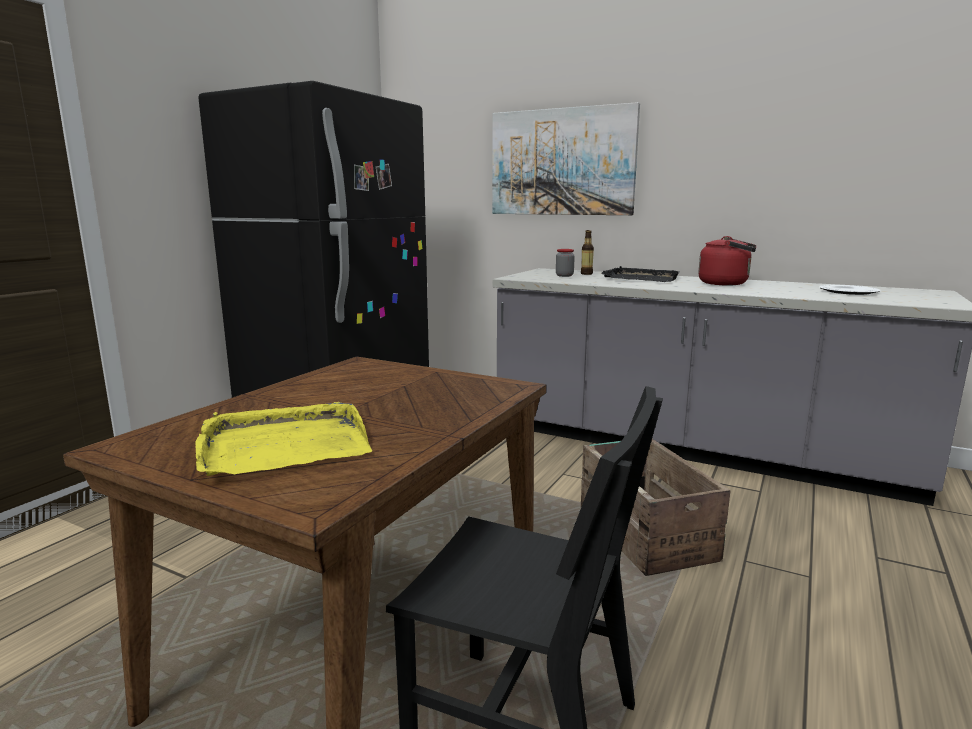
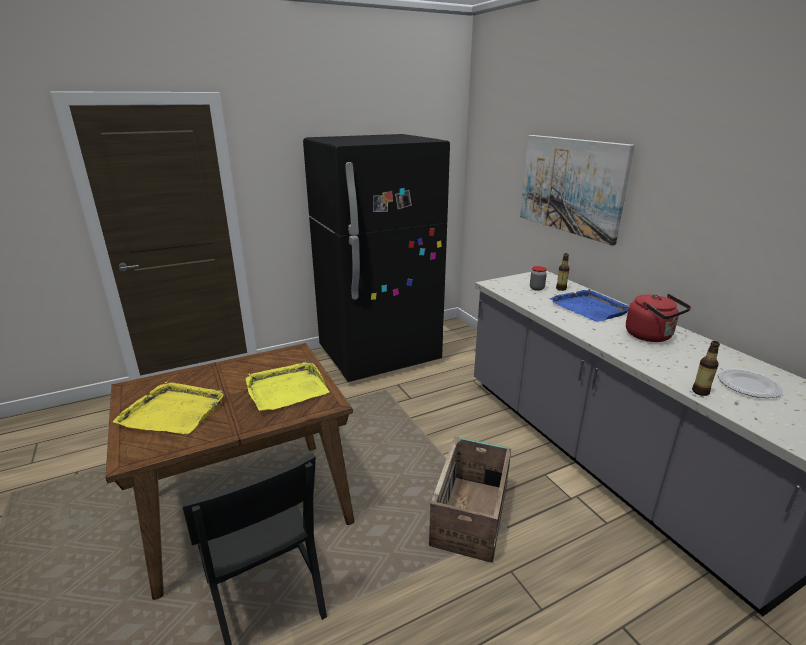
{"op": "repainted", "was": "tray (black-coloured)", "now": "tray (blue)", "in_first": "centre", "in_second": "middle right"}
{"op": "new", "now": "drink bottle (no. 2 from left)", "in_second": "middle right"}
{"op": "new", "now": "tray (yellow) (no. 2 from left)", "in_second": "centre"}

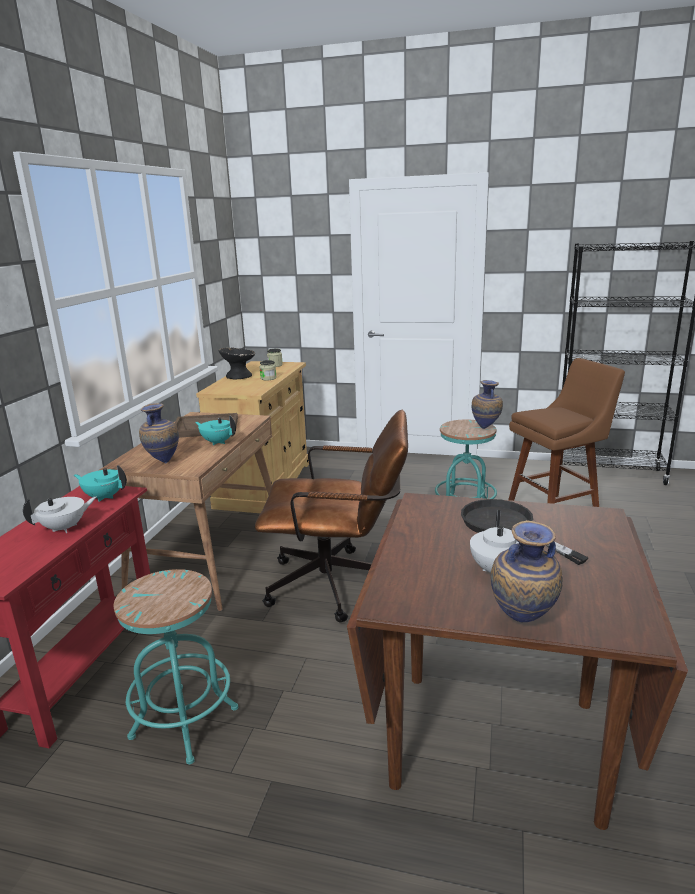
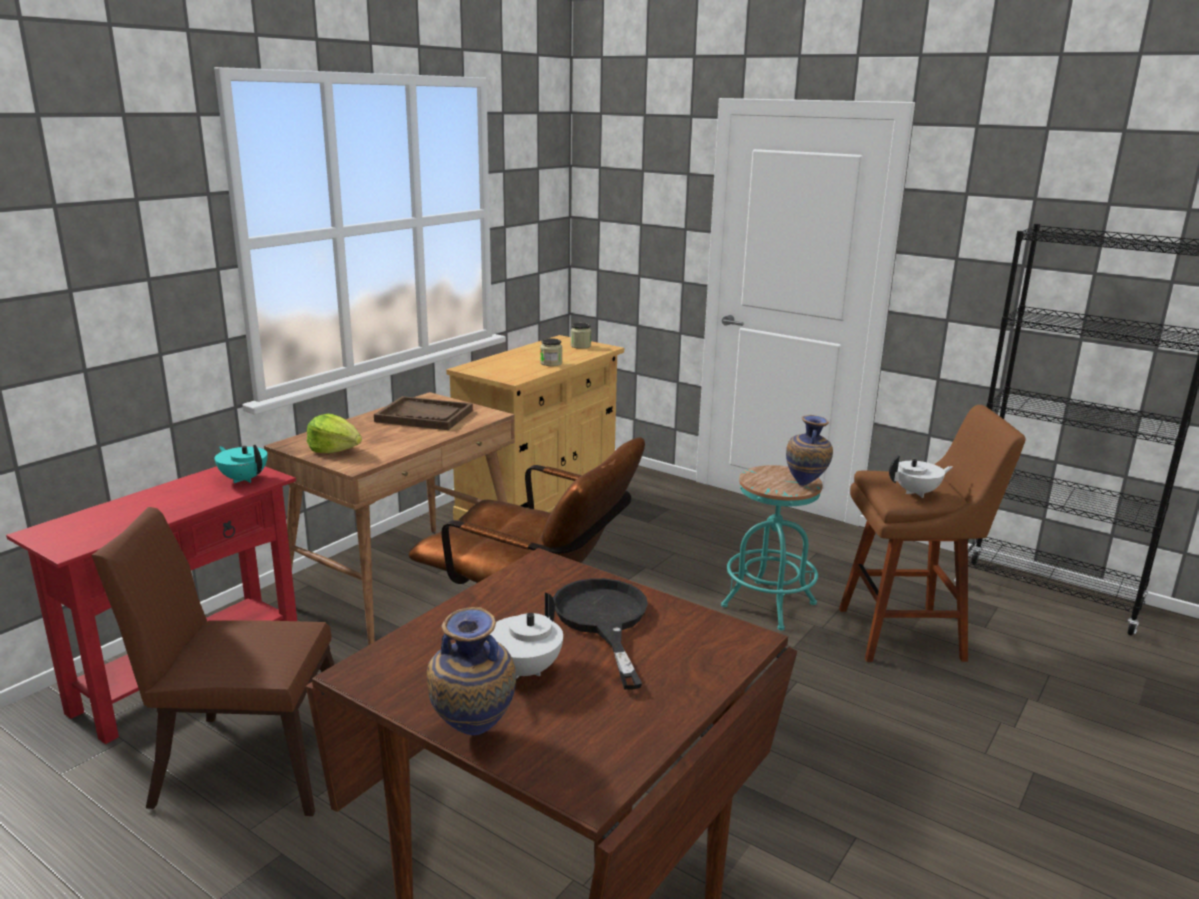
{"op": "gone", "was": "deep dish (black-coloured)", "in_first": "centre"}
{"op": "swapped", "was": "flower vase (no. 1 from left)", "now": "lettuce", "in_first": "middle left", "in_second": "middle left"}
{"op": "gone", "was": "teapot (turquoise) (no. 2 from left)", "in_first": "middle left"}
{"op": "shifted", "was": "teapot (white) (no. 1 from left in the first image)", "now": "teapot (white) (no. 2 from left)", "in_first": "middle left", "in_second": "middle right"}
{"op": "swapped", "was": "sitting stool (turquoise) (no. 1 from left)", "now": "chair (brown)", "in_first": "bottom left", "in_second": "bottom left"}

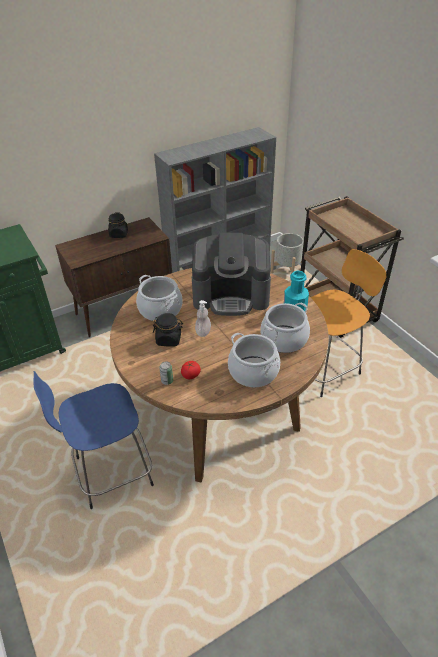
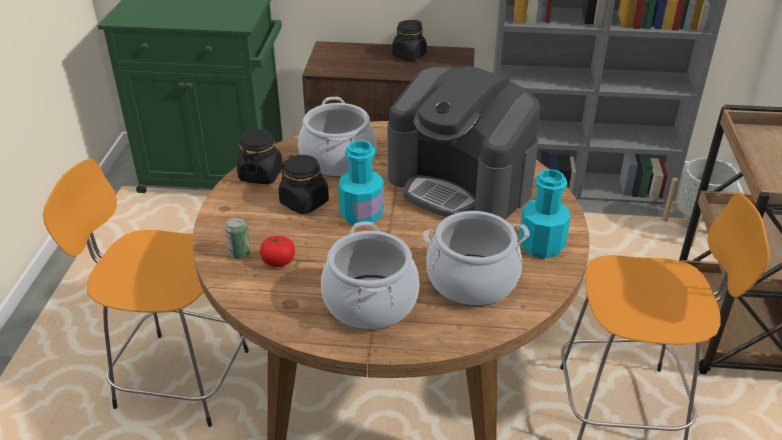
{"op": "swapped", "was": "liquid soap bottle", "now": "drink bottle (turquoise) (no. 1 from left)", "in_first": "centre", "in_second": "centre"}
{"op": "repainted", "was": "sitting stool (blue)", "now": "sitting stool (orange) (no. 1 from left)", "in_first": "bottom left", "in_second": "middle left"}
{"op": "new", "now": "preserve jar (black-coloured) (no. 1 from left)", "in_second": "middle left"}

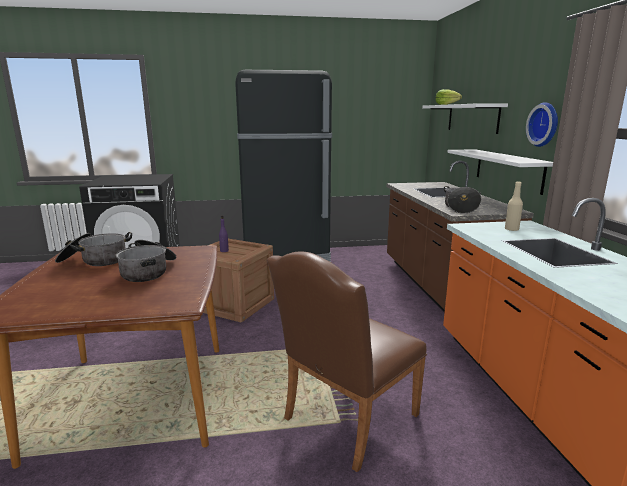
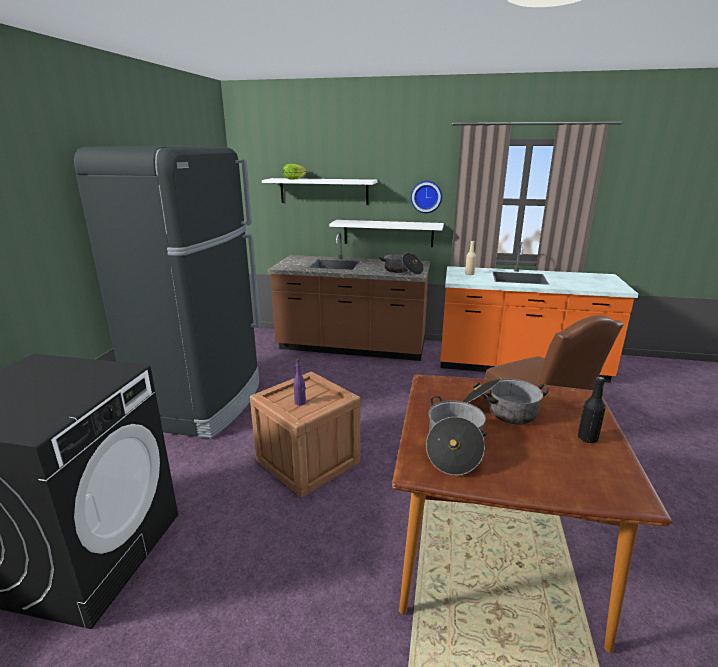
{"op": "new", "now": "drink bottle (black-coloured)", "in_second": "middle right"}

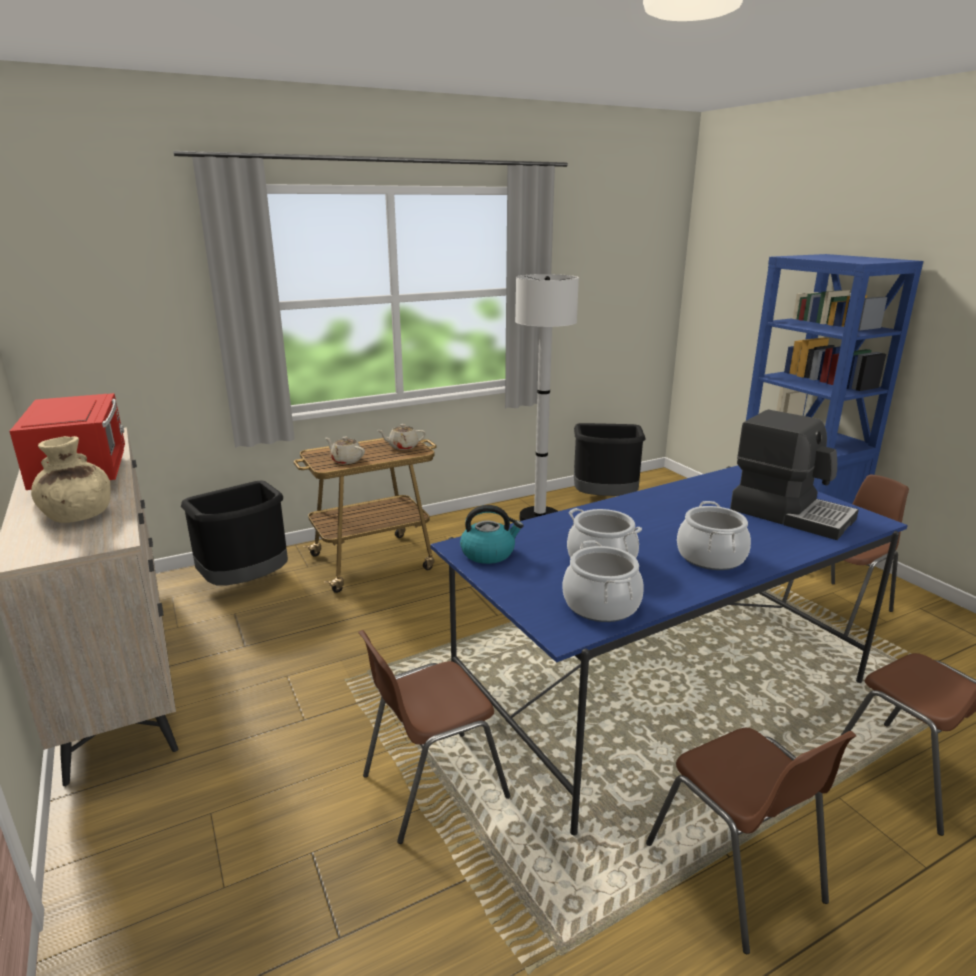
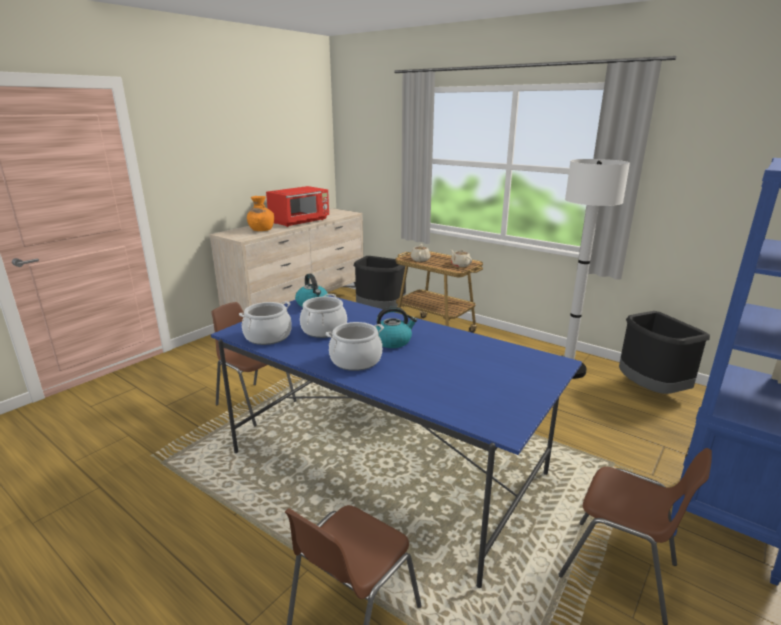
{"op": "gone", "was": "coffee maker", "in_first": "middle right"}
{"op": "repainted", "was": "flower vase (beige)", "now": "flower vase (orange)", "in_first": "middle left", "in_second": "middle left"}
{"op": "gone", "was": "chair (brown) (no. 2 from left)", "in_first": "bottom right"}
{"op": "new", "now": "water kettle (no. 2 from left)", "in_second": "centre"}

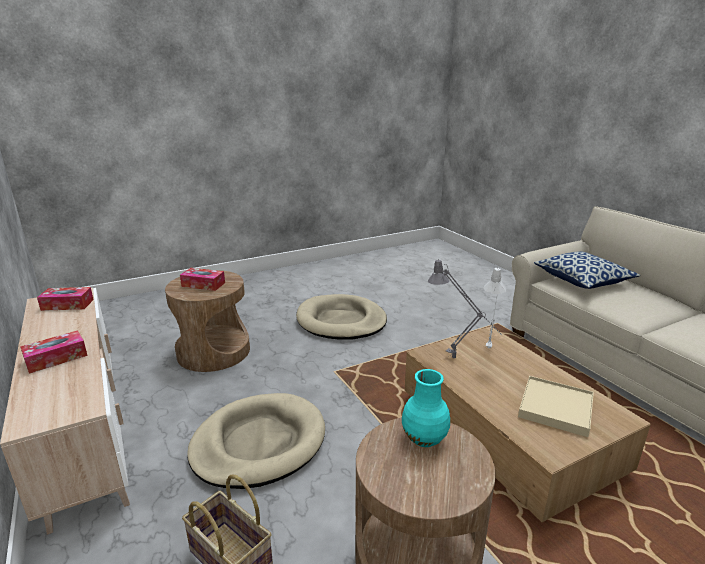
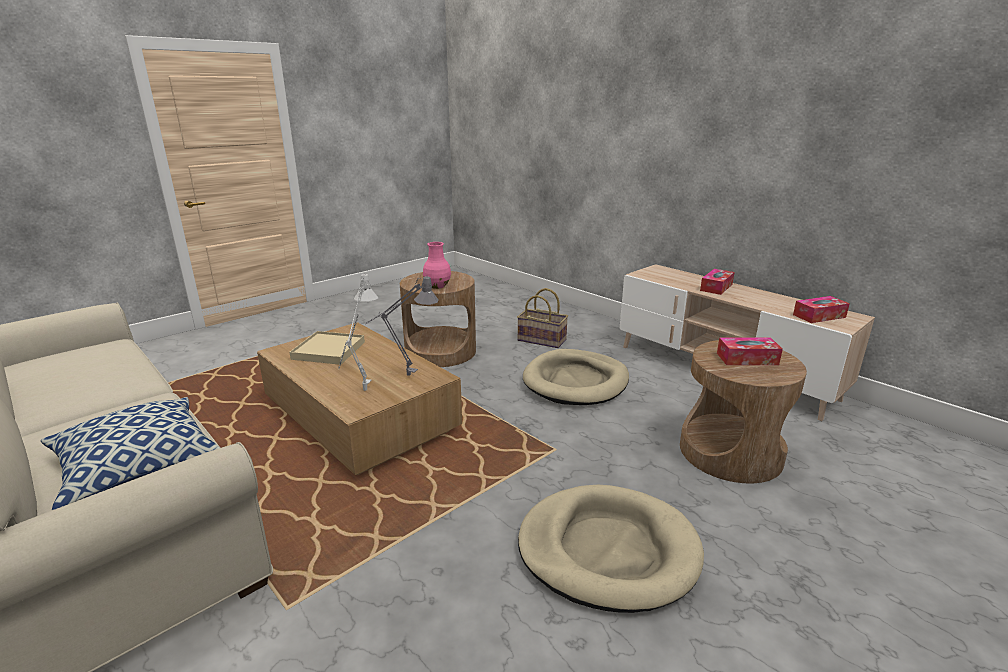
{"op": "repainted", "was": "flower vase (turquoise)", "now": "flower vase (pink)", "in_first": "bottom centre", "in_second": "centre"}

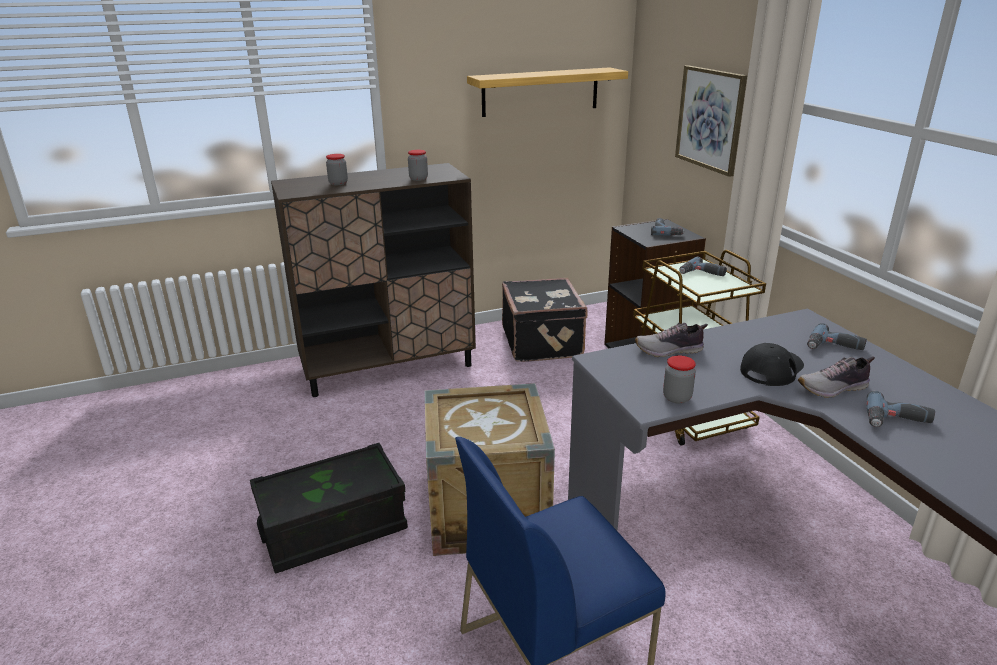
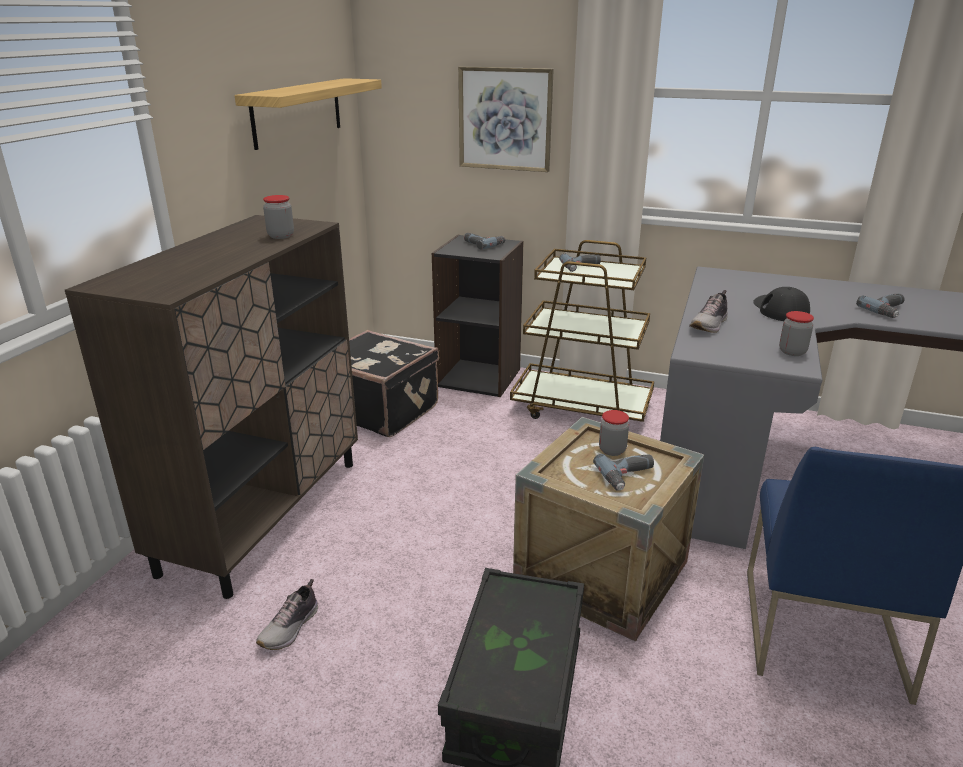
{"op": "shifted", "was": "preserve jar (no. 1 from left in the first image)", "now": "preserve jar (no. 2 from left)", "in_first": "top centre", "in_second": "centre"}
{"op": "shifted", "was": "power drill (no. 3 from left)", "in_first": "middle right", "in_second": "centre"}
{"op": "shifted", "was": "low shoe (no. 2 from left in the first image)", "now": "low shoe (no. 1 from left)", "in_first": "middle right", "in_second": "bottom left"}

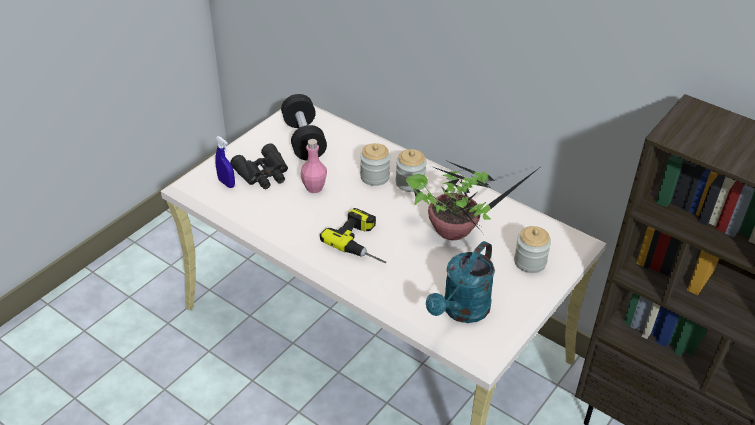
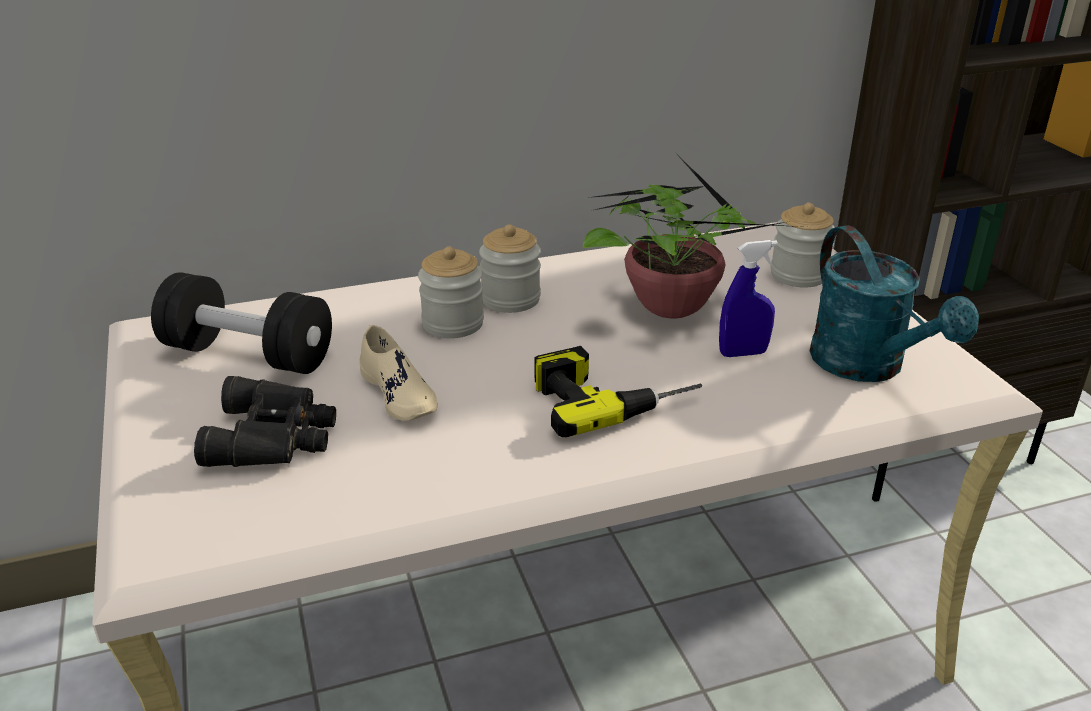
{"op": "shifted", "was": "sprayer (blue)", "in_first": "middle left", "in_second": "middle right"}
{"op": "swapped", "was": "drink bottle (pink)", "now": "low shoe (beige)", "in_first": "centre", "in_second": "centre"}

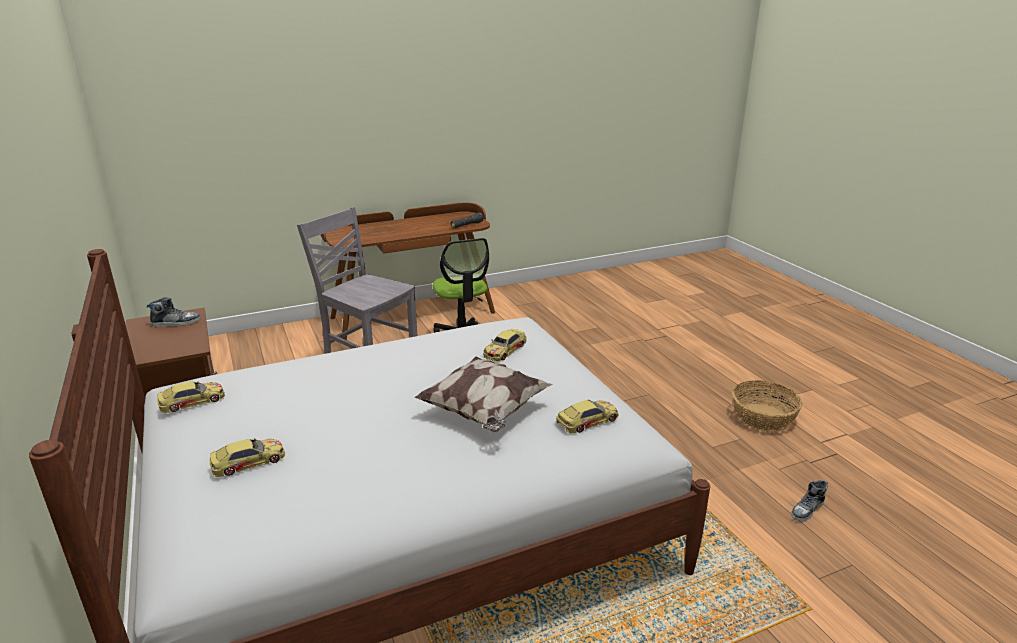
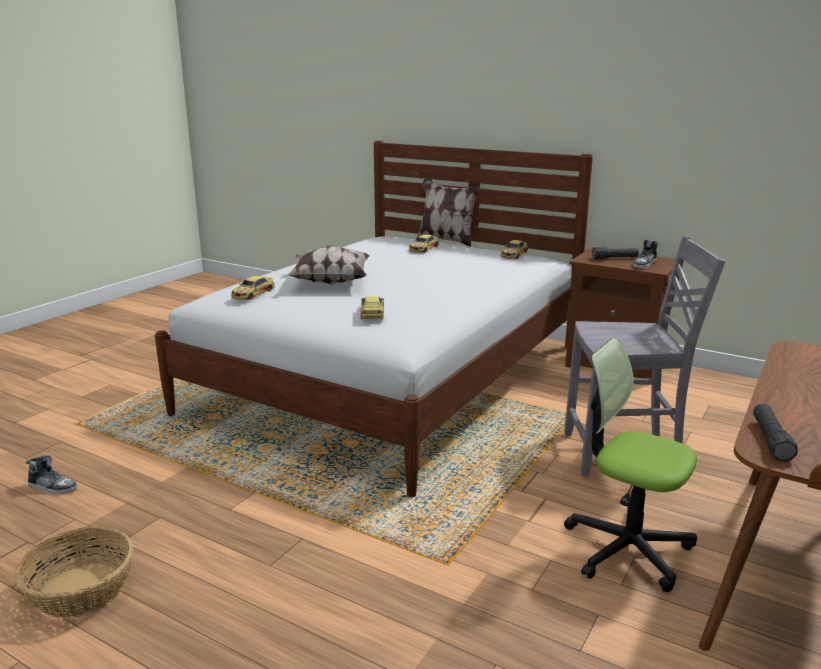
{"op": "rotated", "was": "low shoe (no. 2 from left in the first image)", "in_first": "bottom right", "in_second": "bottom left", "clockwise": 90}
{"op": "new", "now": "pillow (no. 2 from left)", "in_second": "top centre"}
{"op": "new", "now": "torch (black-coloured) (no. 1 from left)", "in_second": "middle right"}

